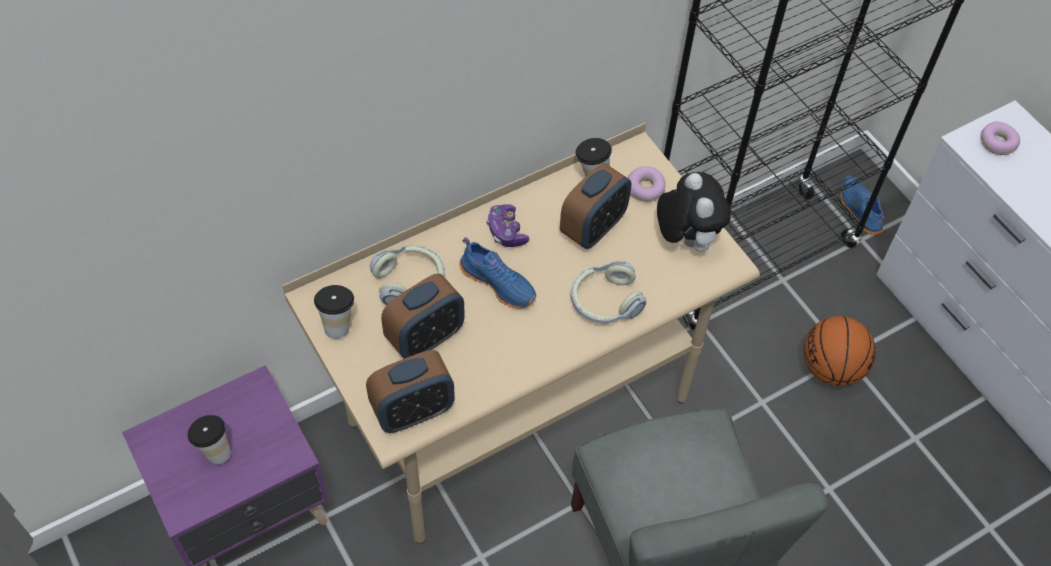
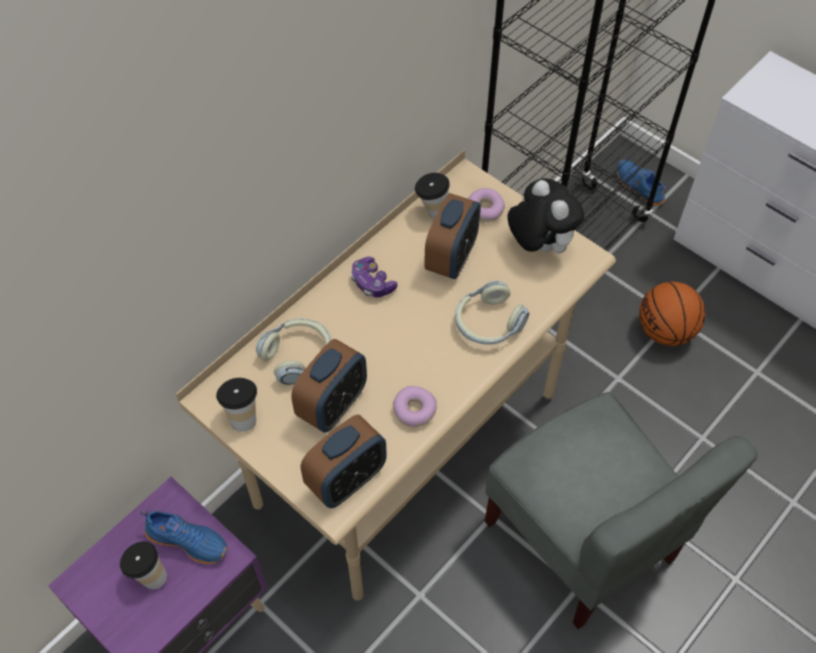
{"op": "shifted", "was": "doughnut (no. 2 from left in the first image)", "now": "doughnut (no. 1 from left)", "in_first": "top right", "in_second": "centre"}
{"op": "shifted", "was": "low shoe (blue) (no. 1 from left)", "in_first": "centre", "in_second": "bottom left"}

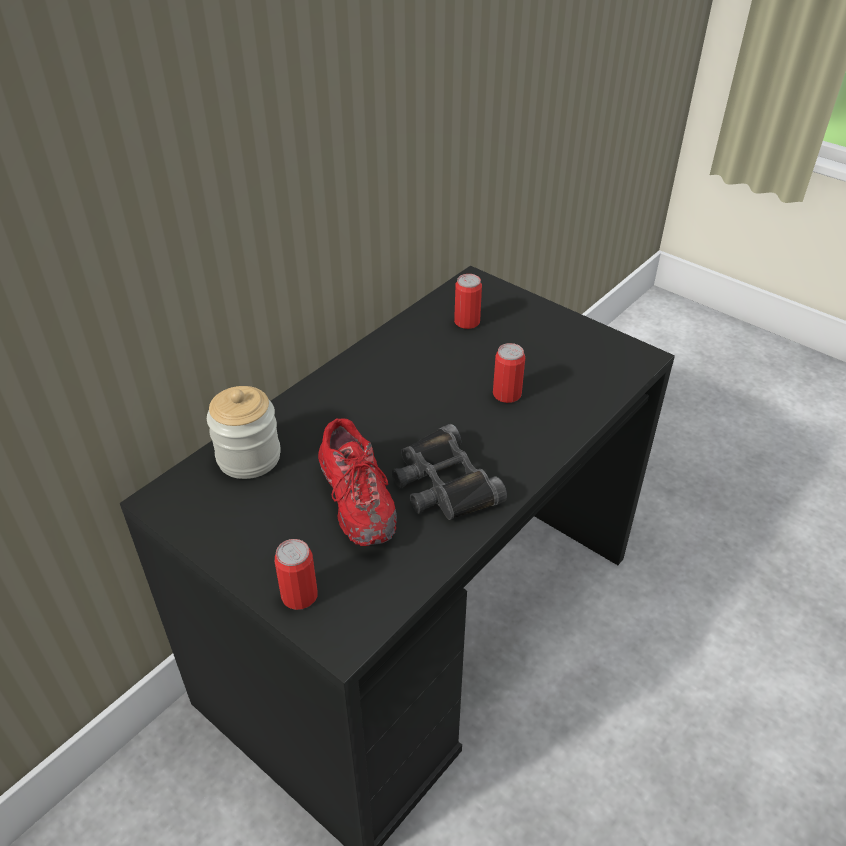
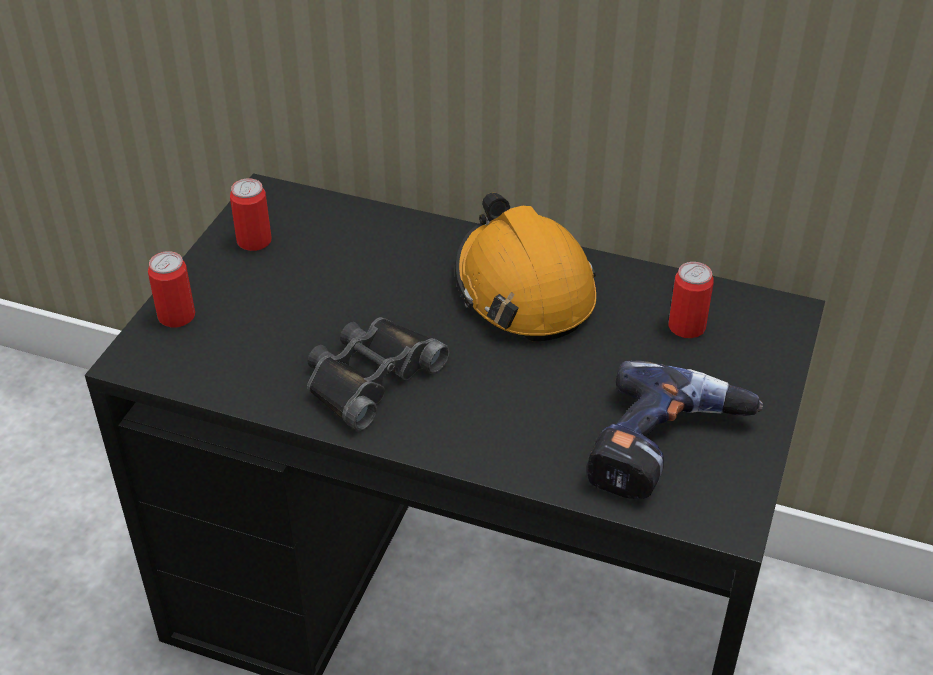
{"op": "shifted", "was": "metal can (no. 3 from left in the first image)", "now": "metal can (no. 2 from left)", "in_first": "centre", "in_second": "top left"}
{"op": "gone", "was": "preserve jar", "in_first": "middle left"}
{"op": "gone", "was": "low shoe (reddish)", "in_first": "centre"}
{"op": "new", "now": "work helmet (orange)", "in_second": "centre"}
{"op": "new", "now": "power drill", "in_second": "middle right"}

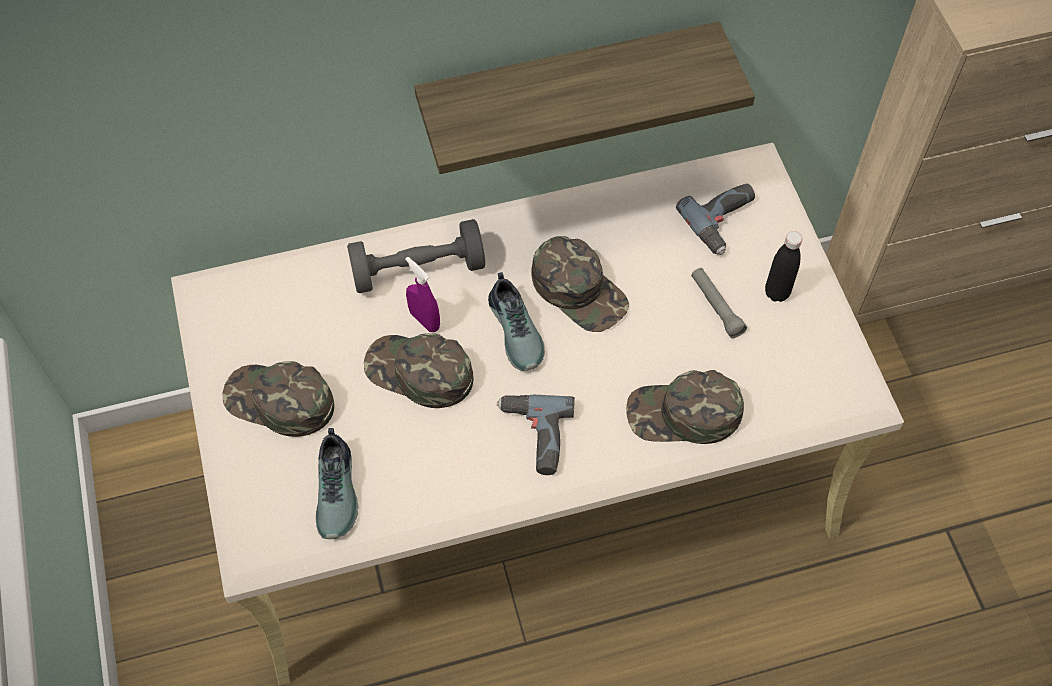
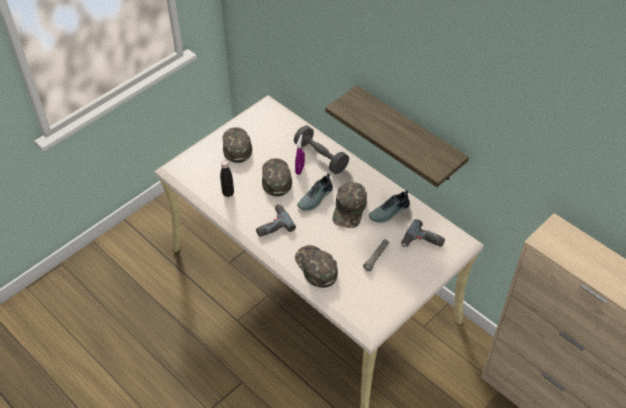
{"op": "shifted", "was": "drink bottle (black-coloured)", "in_first": "middle right", "in_second": "centre"}
{"op": "shifted", "was": "low shoe (no. 1 from left in the first image)", "now": "low shoe (no. 2 from left)", "in_first": "bottom left", "in_second": "centre"}

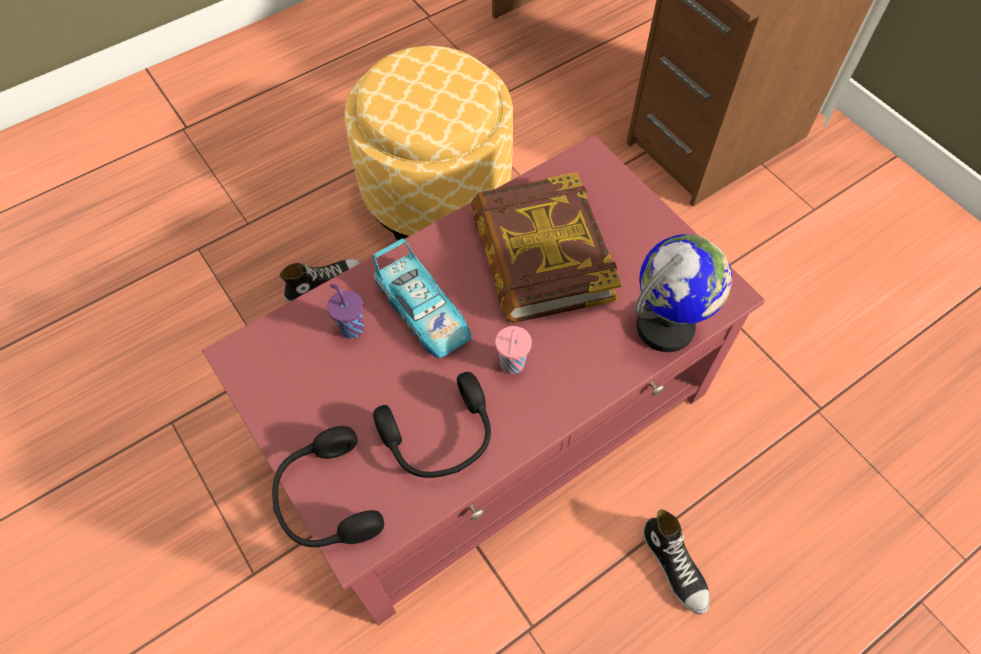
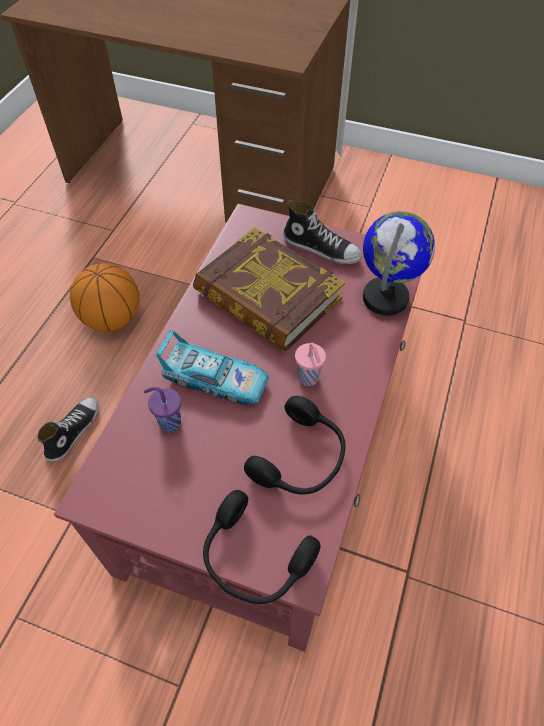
{"op": "swapped", "was": "footrest", "now": "basketball", "in_first": "top centre", "in_second": "middle left"}
{"op": "shifted", "was": "low shoe (no. 2 from left)", "in_first": "bottom right", "in_second": "top centre"}

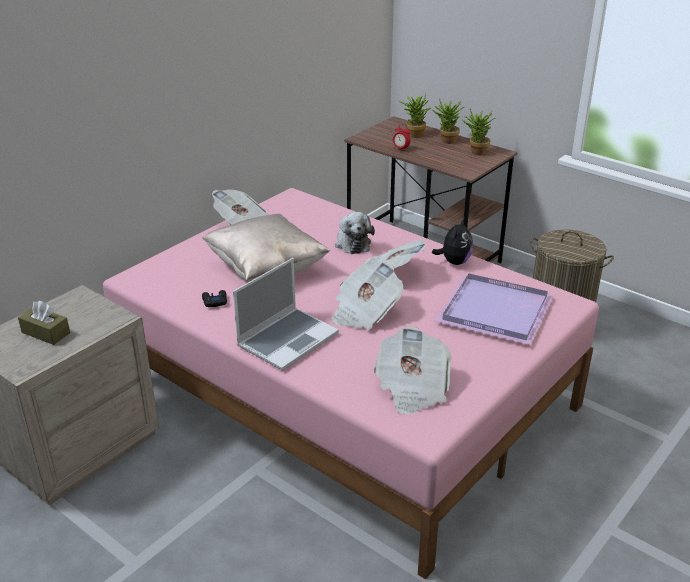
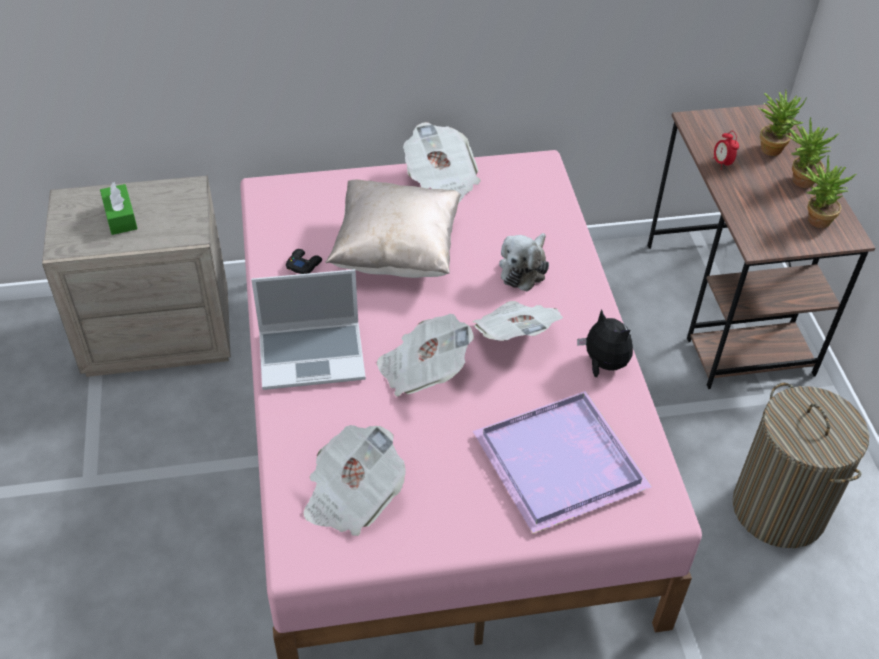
{"op": "rotated", "was": "soft toy (no. 2 from left)", "in_first": "centre", "in_second": "middle right", "clockwise": -105}
{"op": "repainted", "was": "box of tissues (brown)", "now": "box of tissues (green-coloured)", "in_first": "middle left", "in_second": "top left"}

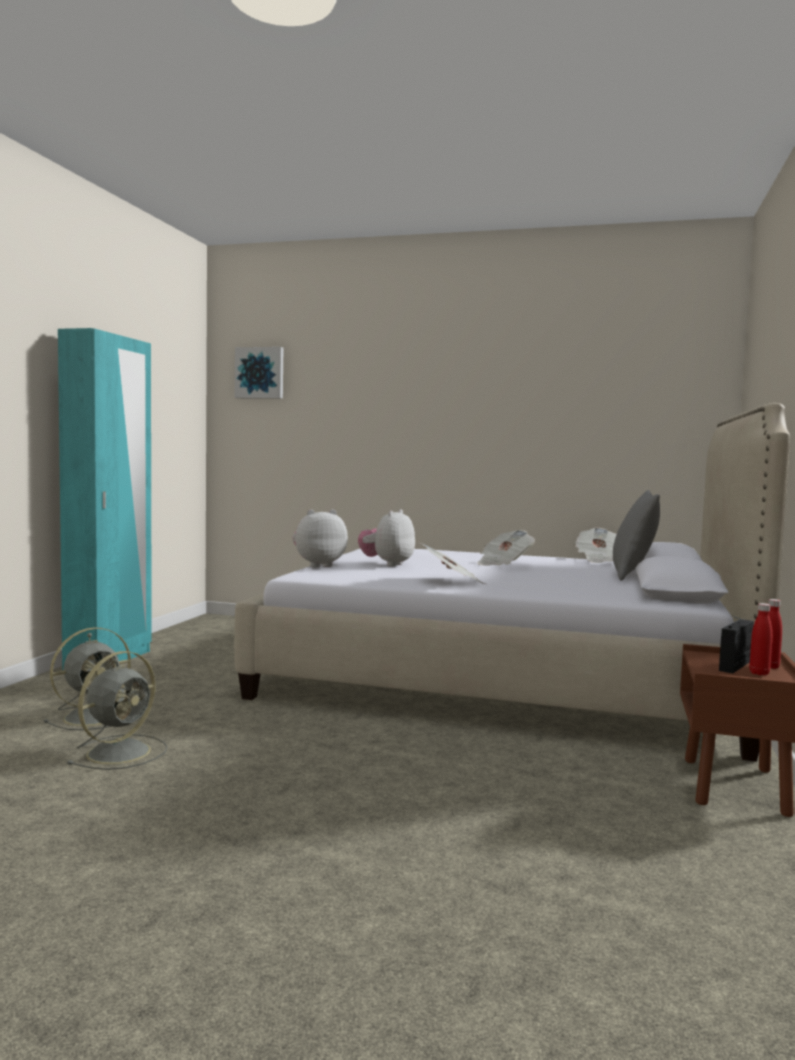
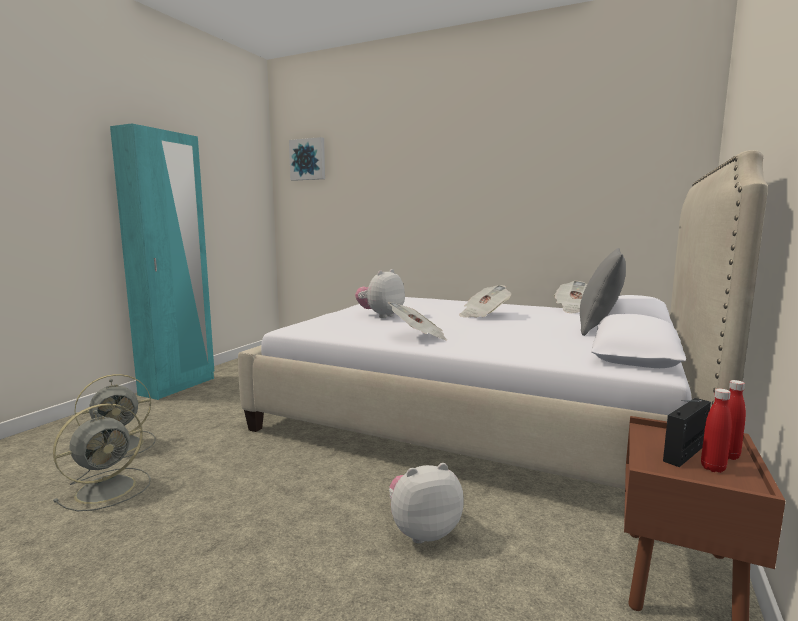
{"op": "shifted", "was": "soft toy (no. 1 from left in the first image)", "now": "soft toy (no. 2 from left)", "in_first": "centre", "in_second": "bottom centre"}

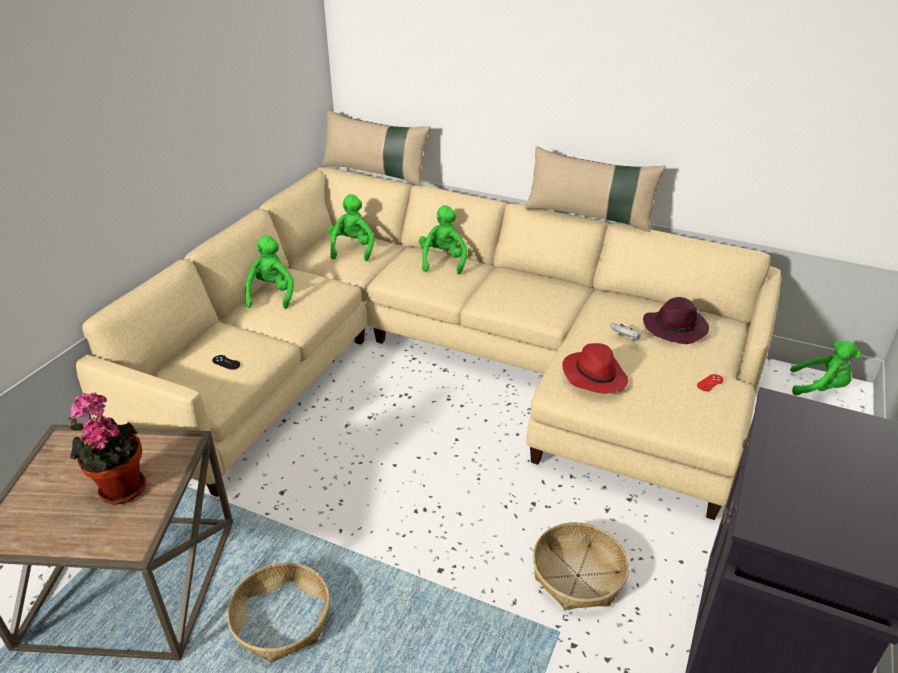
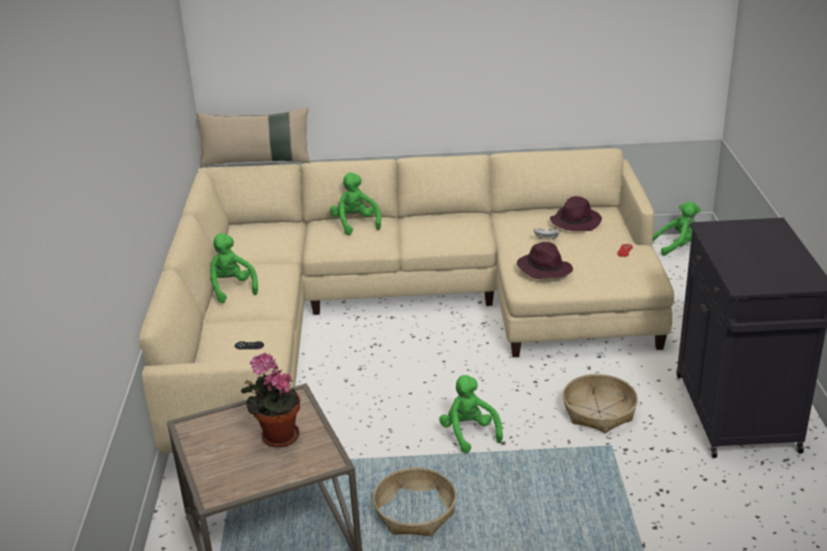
{"op": "gone", "was": "pillow (beige) (no. 2 from left)", "in_first": "top centre"}
{"op": "shifted", "was": "soft toy (green-coloured) (no. 2 from left in the first image)", "now": "soft toy (green-coloured) (no. 3 from left)", "in_first": "centre", "in_second": "bottom centre"}
{"op": "repainted", "was": "clothing hat (reddish)", "now": "clothing hat (purplish) (no. 1 from left)", "in_first": "centre", "in_second": "centre"}

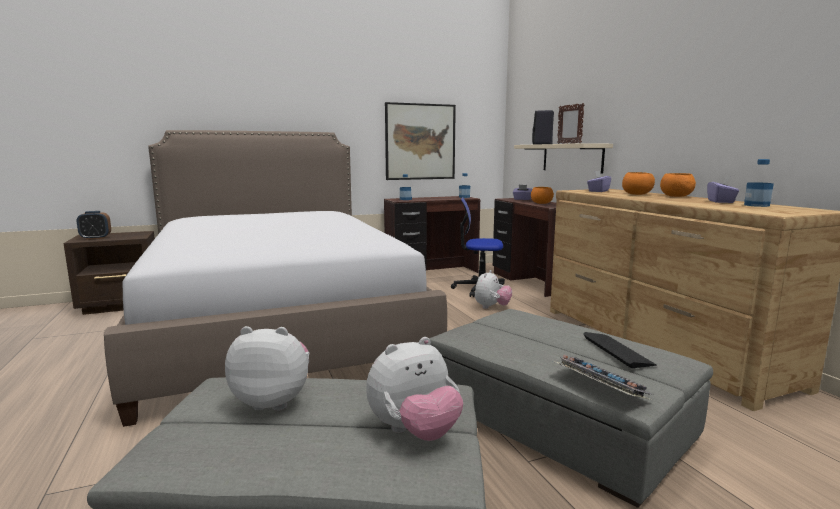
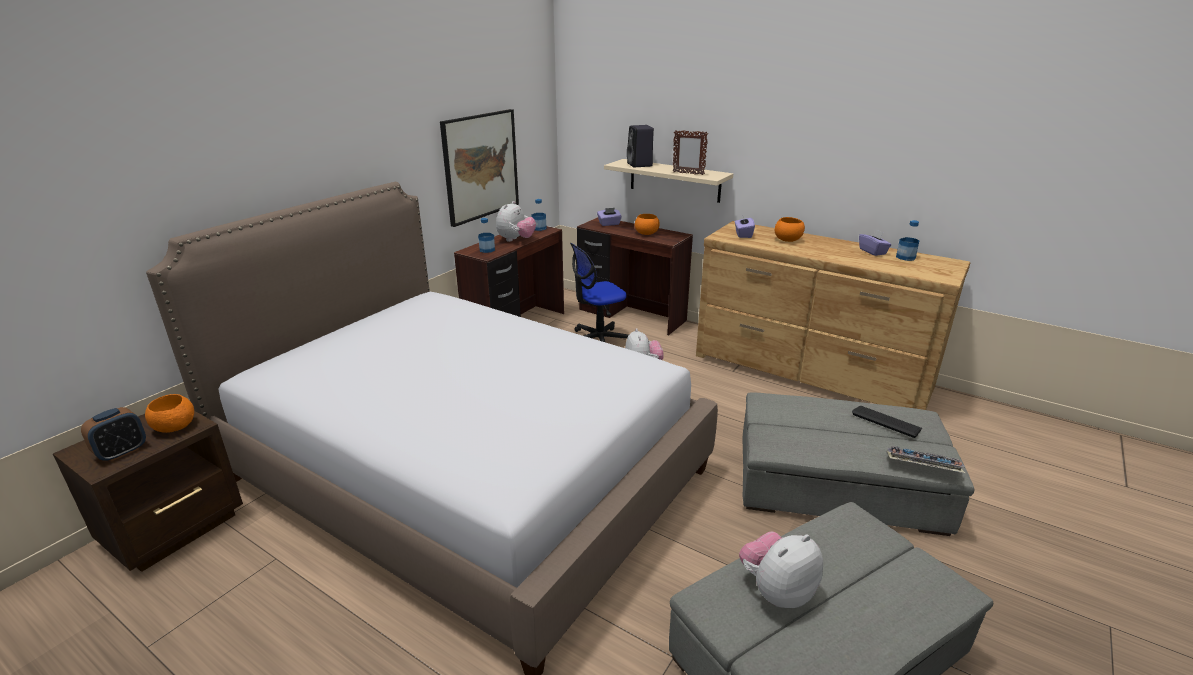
{"op": "shifted", "was": "deep dish (orange) (no. 3 from left in the first image)", "now": "deep dish (orange) (no. 1 from left)", "in_first": "middle right", "in_second": "middle left"}
{"op": "shifted", "was": "soft toy (no. 2 from left in the first image)", "now": "soft toy (no. 1 from left)", "in_first": "bottom centre", "in_second": "top centre"}

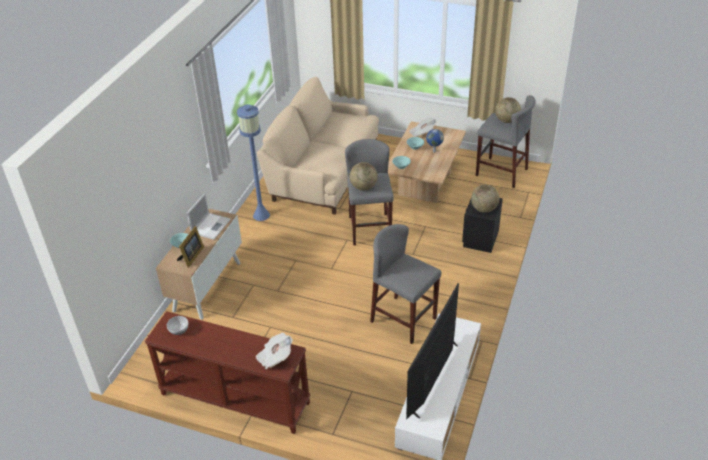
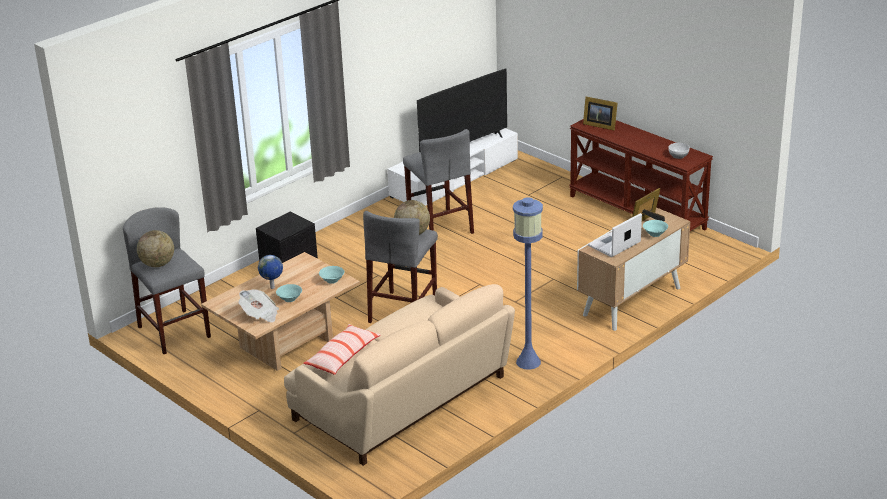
{"op": "gone", "was": "globe (no. 3 from left)", "in_first": "middle right"}
{"op": "swapped", "was": "newspaper (no. 1 from left)", "now": "standing frame (no. 1 from left)", "in_first": "bottom centre", "in_second": "top right"}
{"op": "new", "now": "pillow", "in_second": "bottom centre"}

